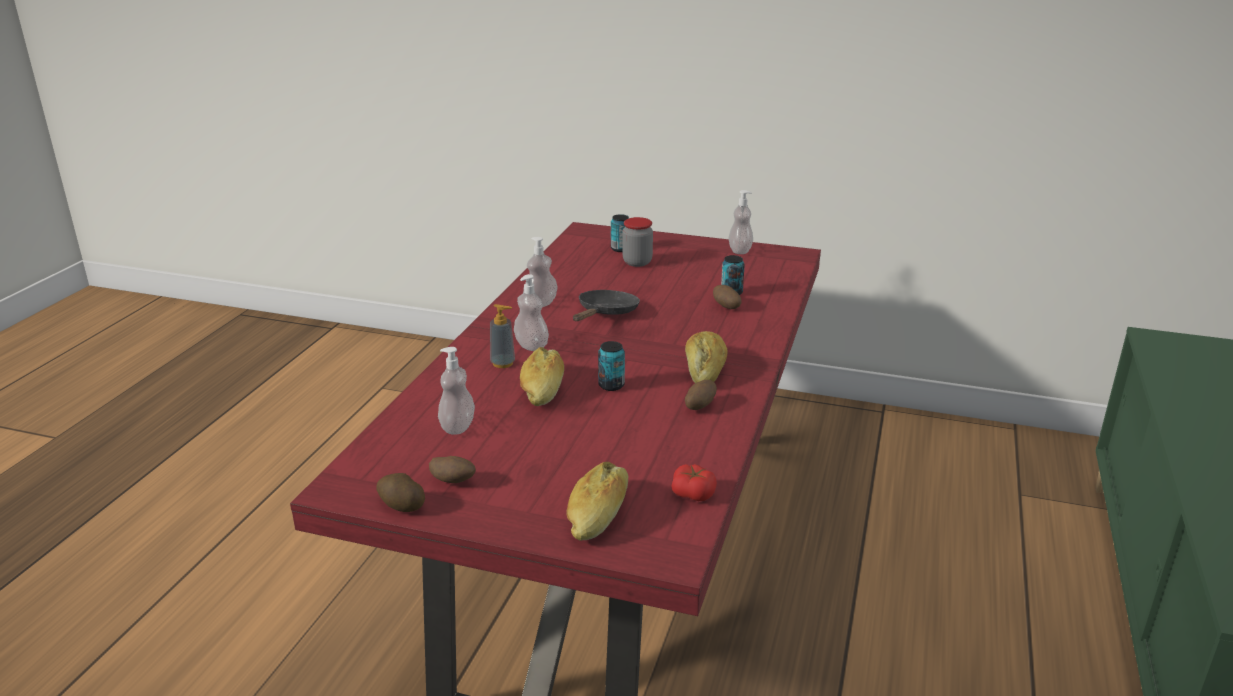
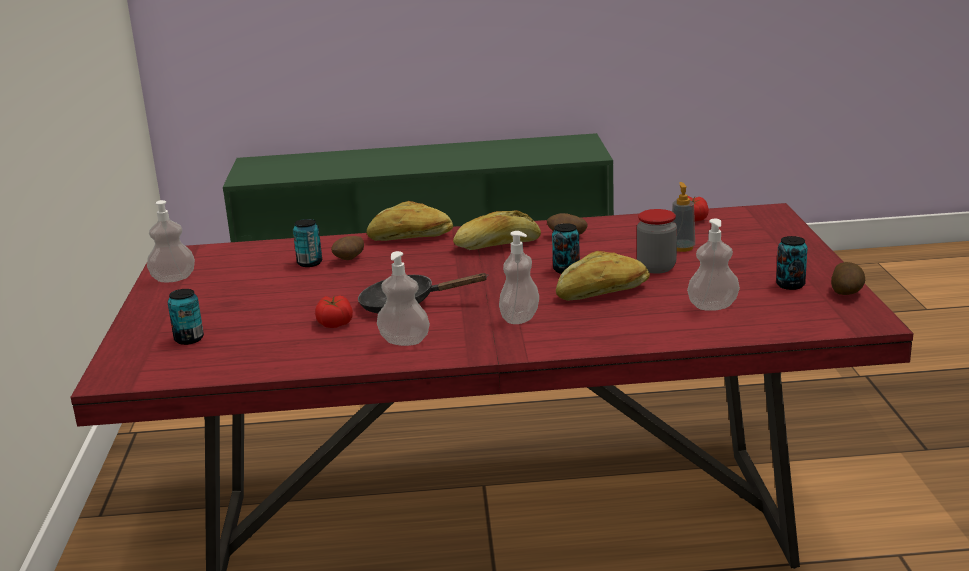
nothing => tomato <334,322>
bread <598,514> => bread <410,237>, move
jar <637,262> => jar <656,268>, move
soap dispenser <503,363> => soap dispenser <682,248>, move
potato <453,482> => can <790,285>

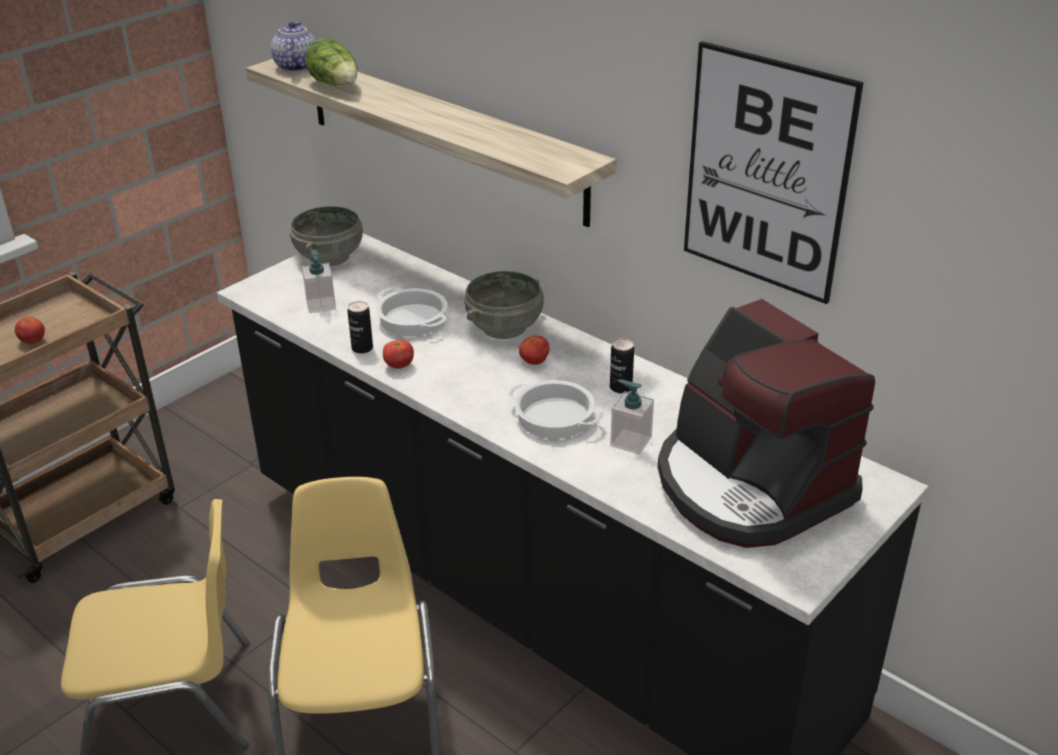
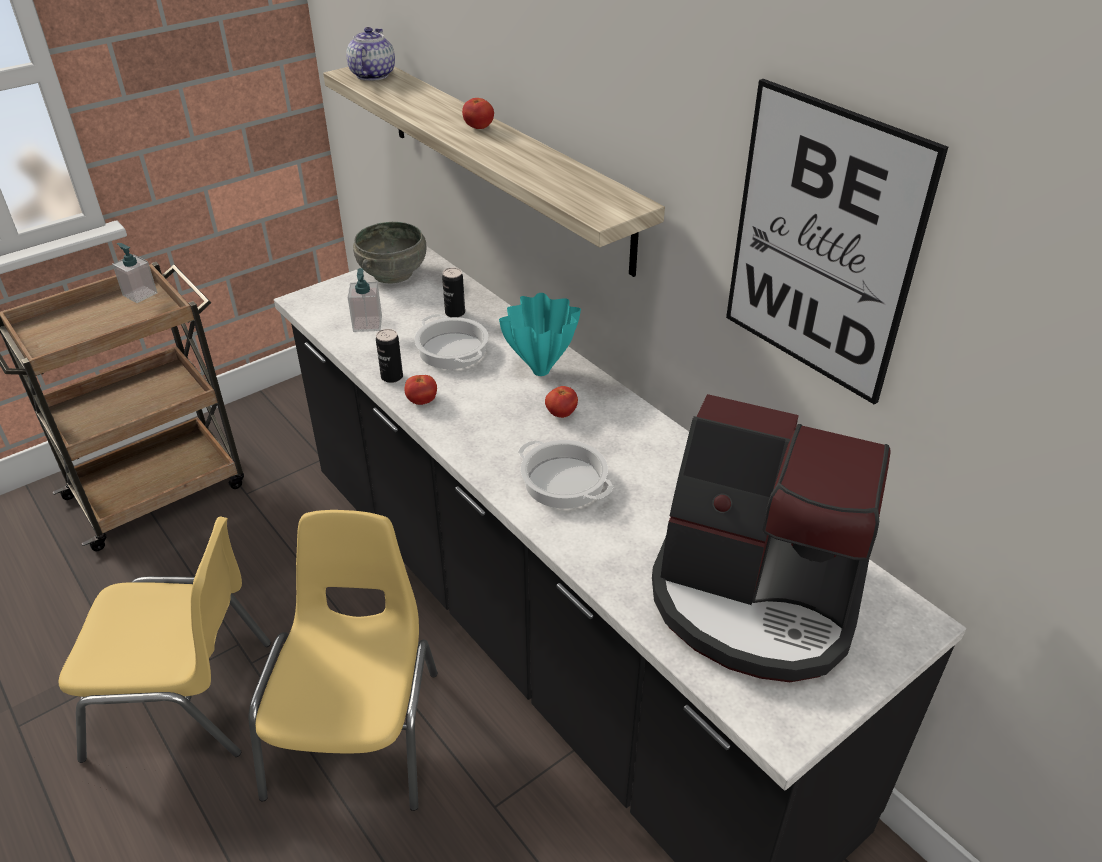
soap dispenser <630,441> => soap dispenser <140,294>, move
can <621,387> => can <455,313>, move
tomato <33,341> => tomato <478,127>, move
grey bowl <505,328> => turquoise vase <542,371>
coffee machine <749,485> => coffee machine <756,597>, 45 degrees counterclockwise
lettuce <336,85> => nothing

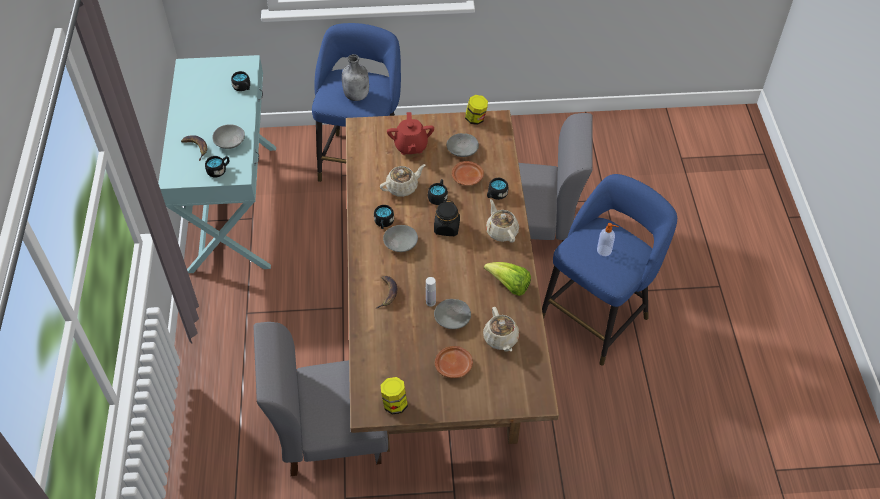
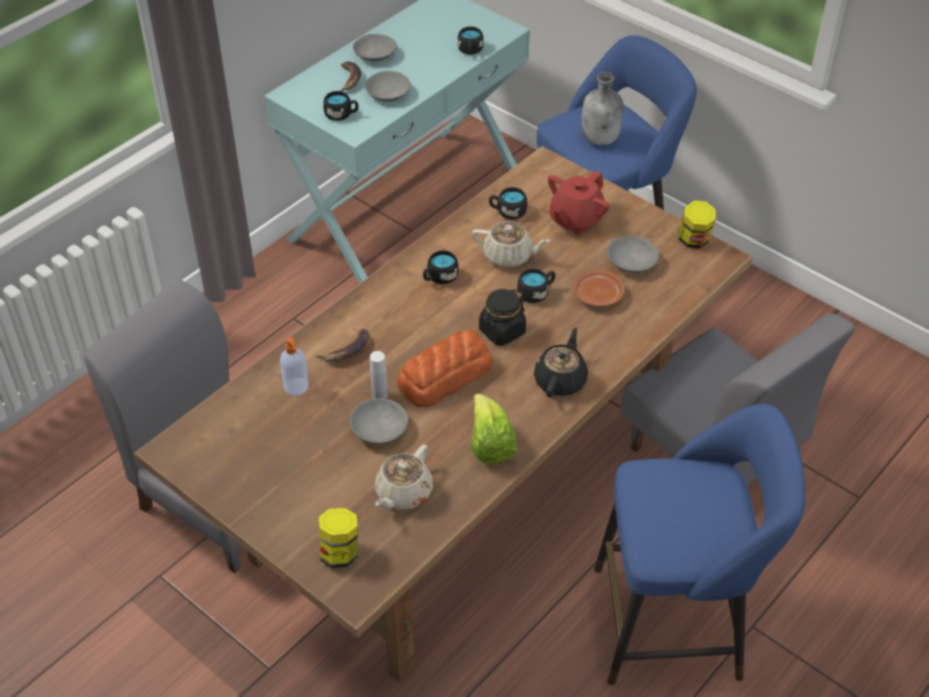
soap dispenser <604,250> => soap dispenser <296,387>, move
jar <394,404> => jar <340,553>, move
grey bowl <400,243> => grey bowl <375,55>, move
nothing => bread <443,376>
black mug <496,195> => black mug <507,211>, move
beige teapot <501,231> => black teapot <560,380>
brown plate <454,365> => nothing

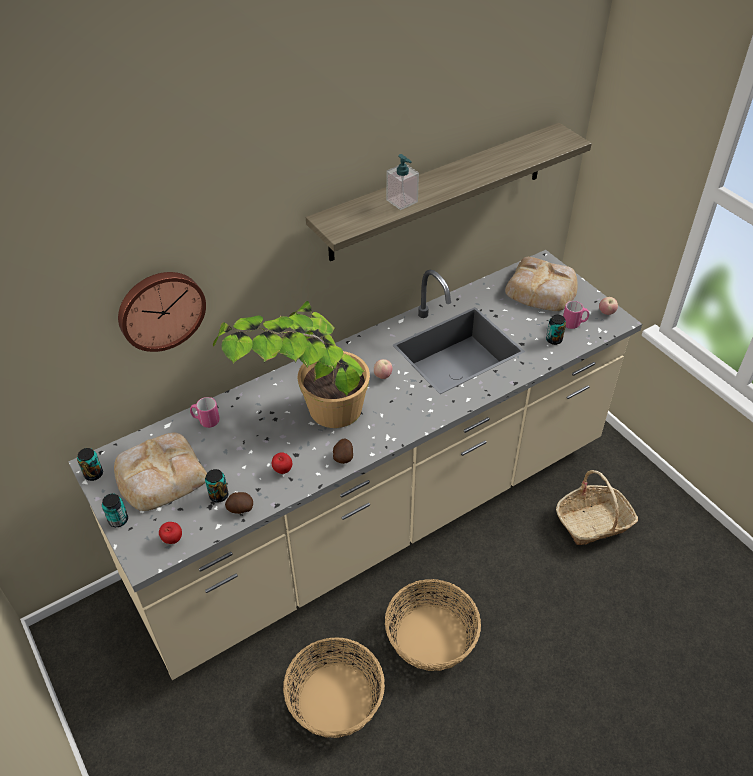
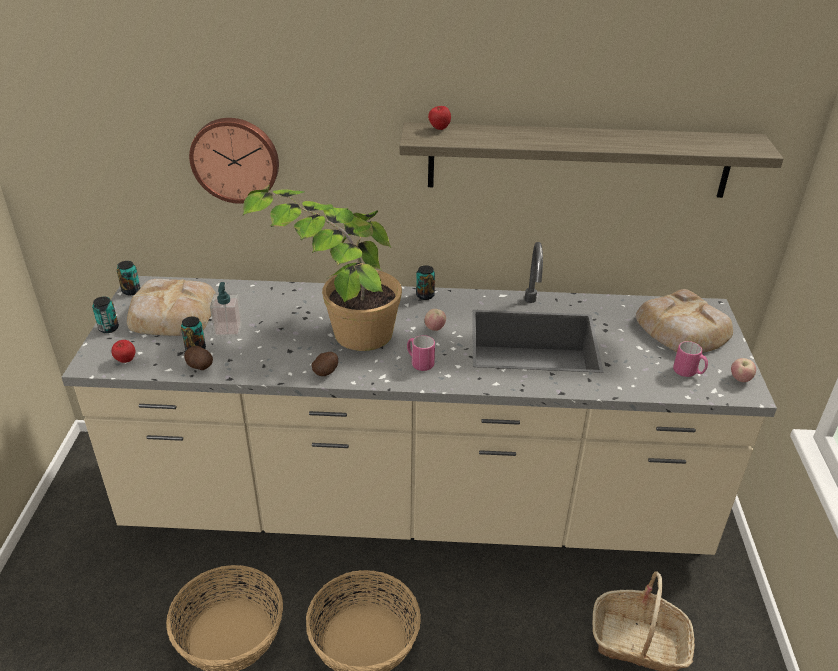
soap dispenser <402,201> => soap dispenser <228,329>, move
pink mug <206,421> => pink mug <419,363>, move
can <554,340> => can <425,295>, move
apple <282,470> => apple <439,129>, move

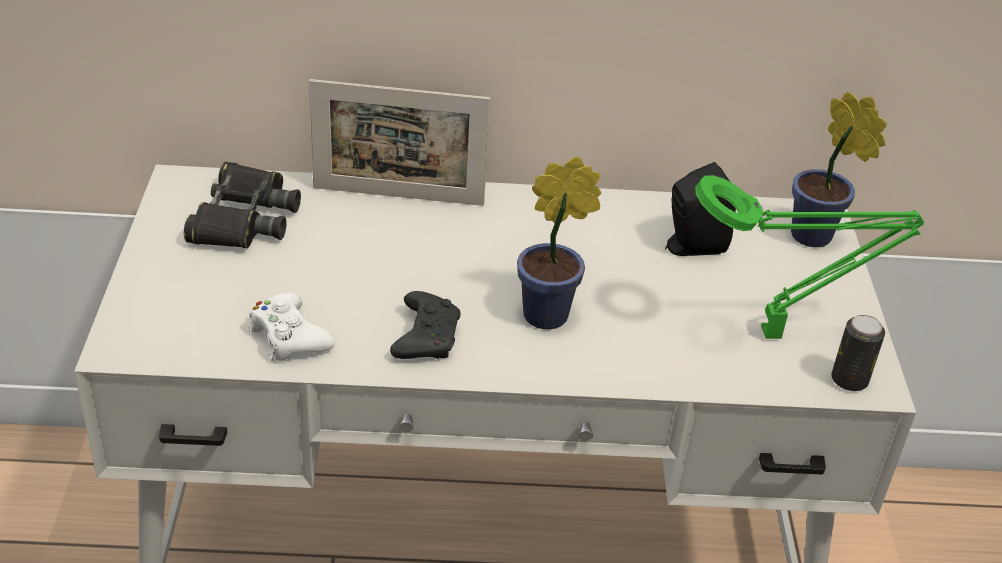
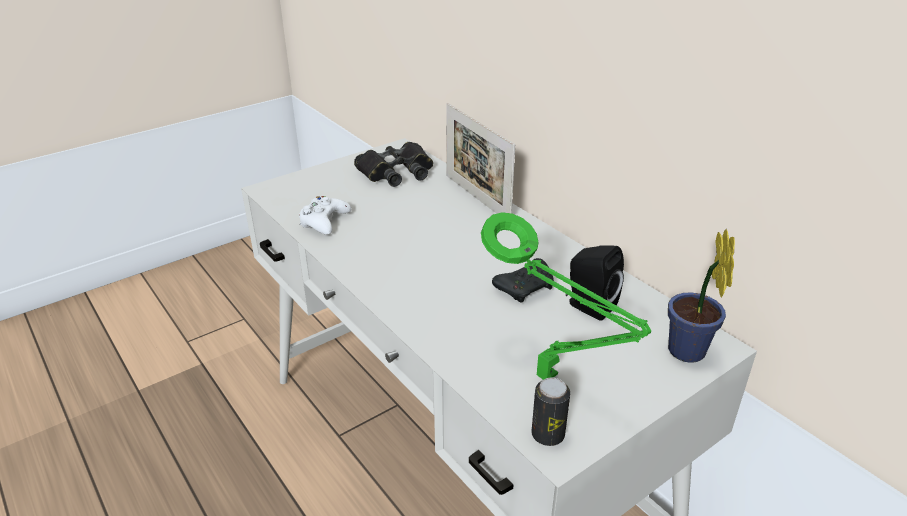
black game controller <426,337> => black game controller <526,288>, move
potted plant <552,315> => nothing

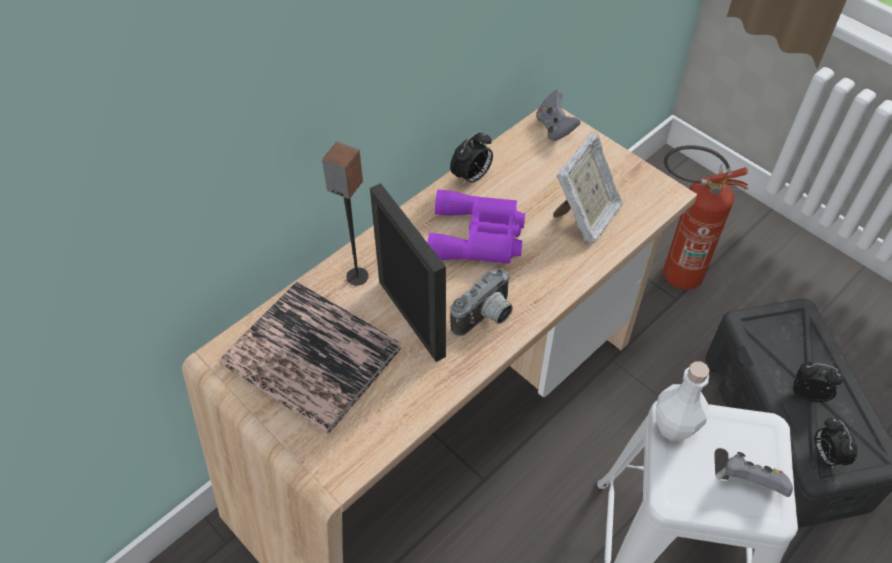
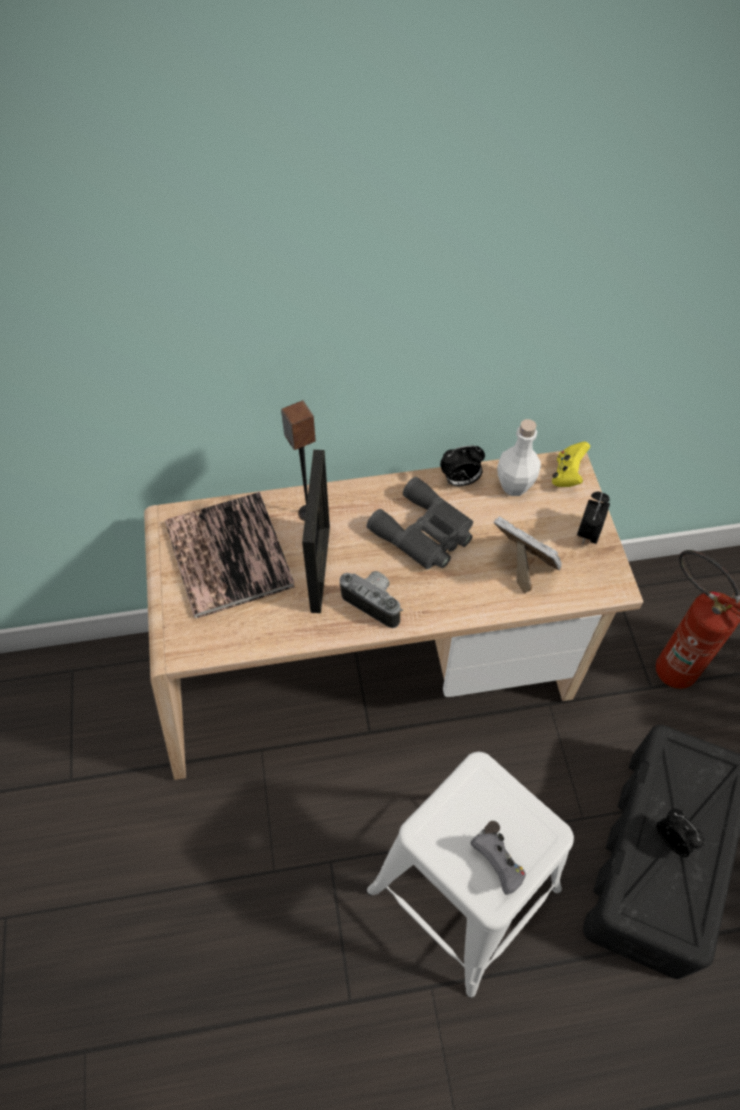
photo camera <486,318> => photo camera <375,602>, 135 degrees counterclockwise
purple binoculars <479,236> => grey binoculars <424,533>
picture frame <585,218> => picture frame <524,567>, 120 degrees counterclockwise
white bottle <673,427> => white bottle <514,486>, move
grey game controller <555,128> => yellow game controller <567,475>
alarm clock <826,455> => alarm clock <588,533>, move

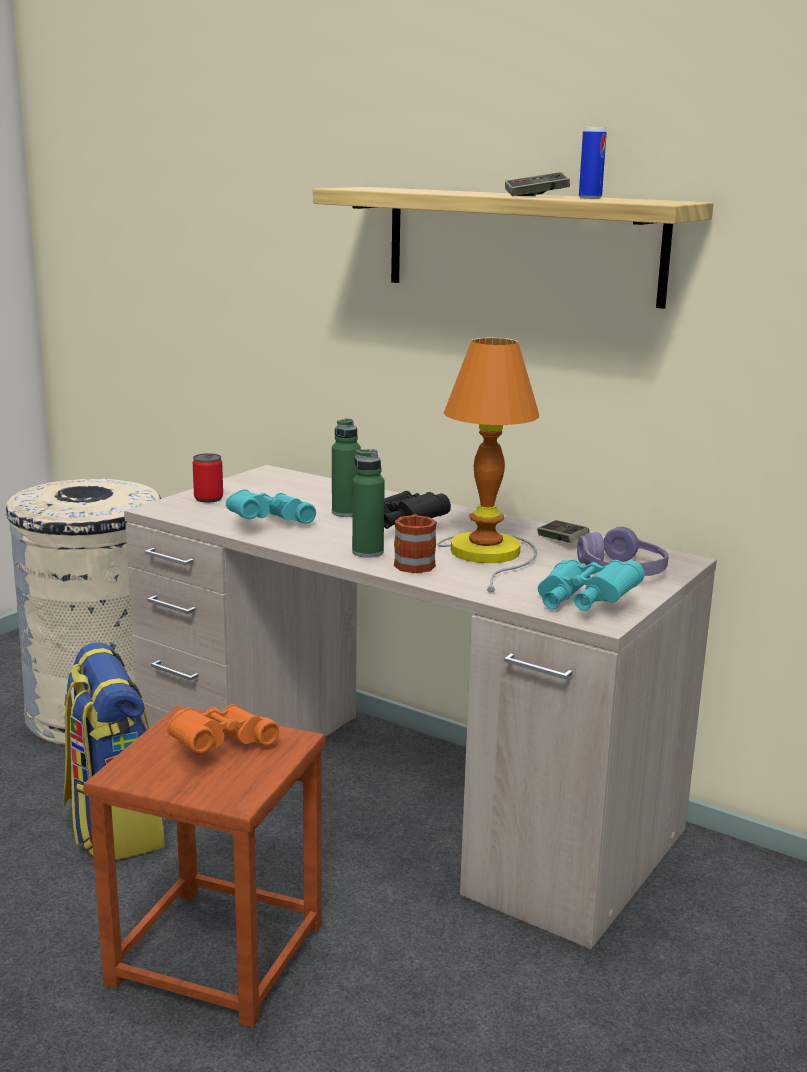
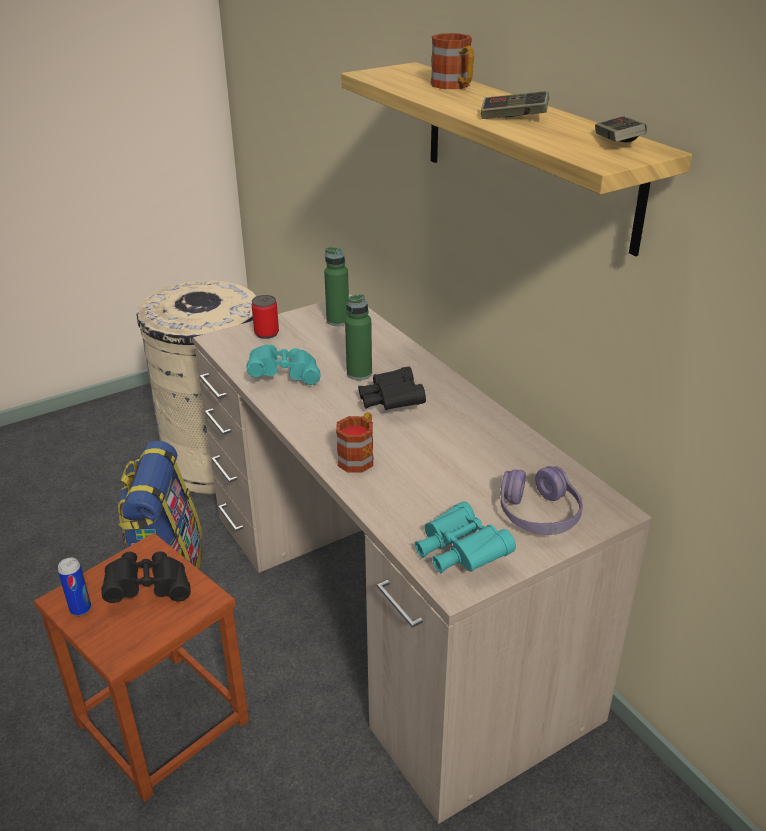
can <590,198> => can <80,609>, move
orange binoculars <218,746> => black binoculars <149,589>
green bottle <367,552> => green bottle <338,321>, move
nothing => mug <454,86>
game controller <562,541> => game controller <617,142>, move
table lamp <489,554> => nothing

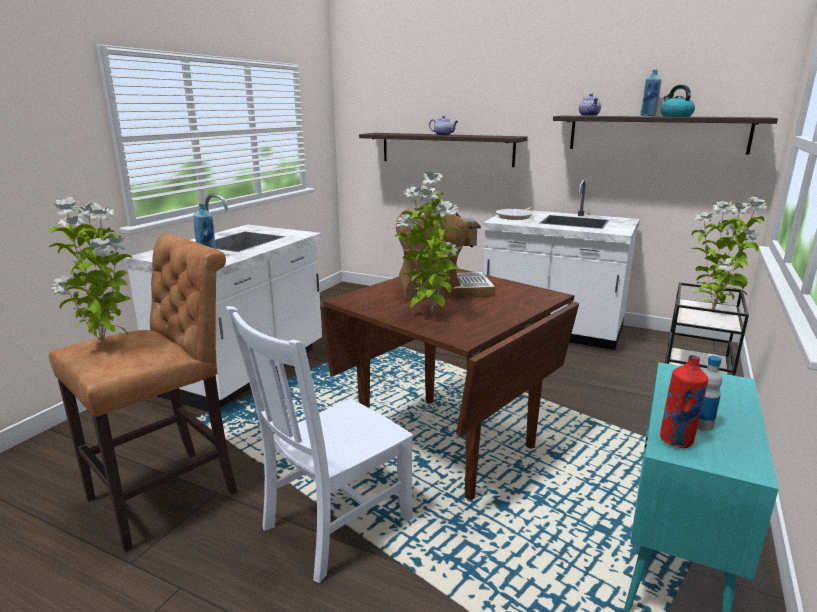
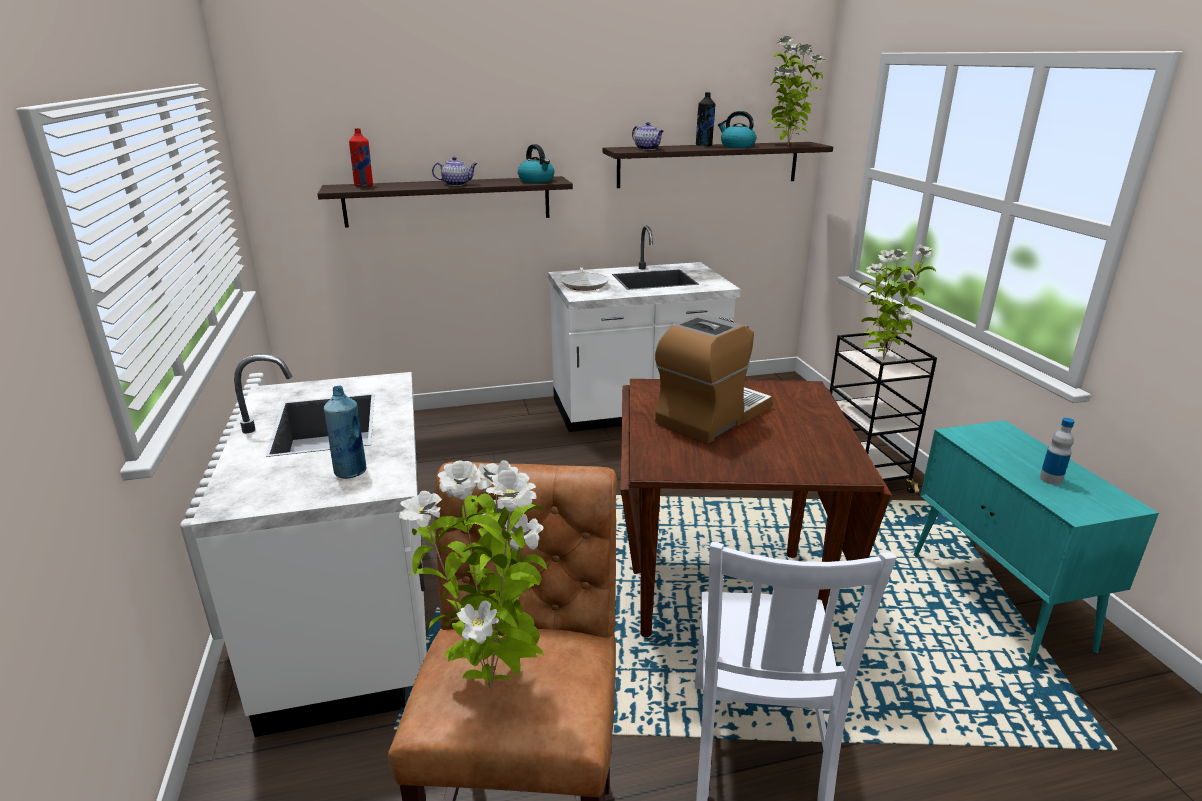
red bottle <676,441> => red bottle <364,186>, move
nothing => kettle <537,180>
blue bottle <648,116> => black bottle <704,145>
potted plant <429,314> => potted plant <787,145>, move

